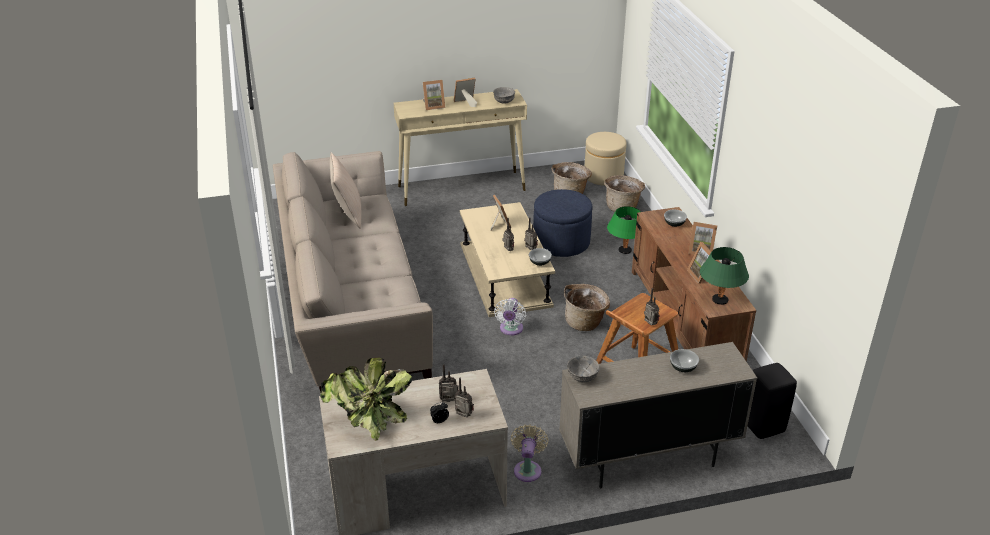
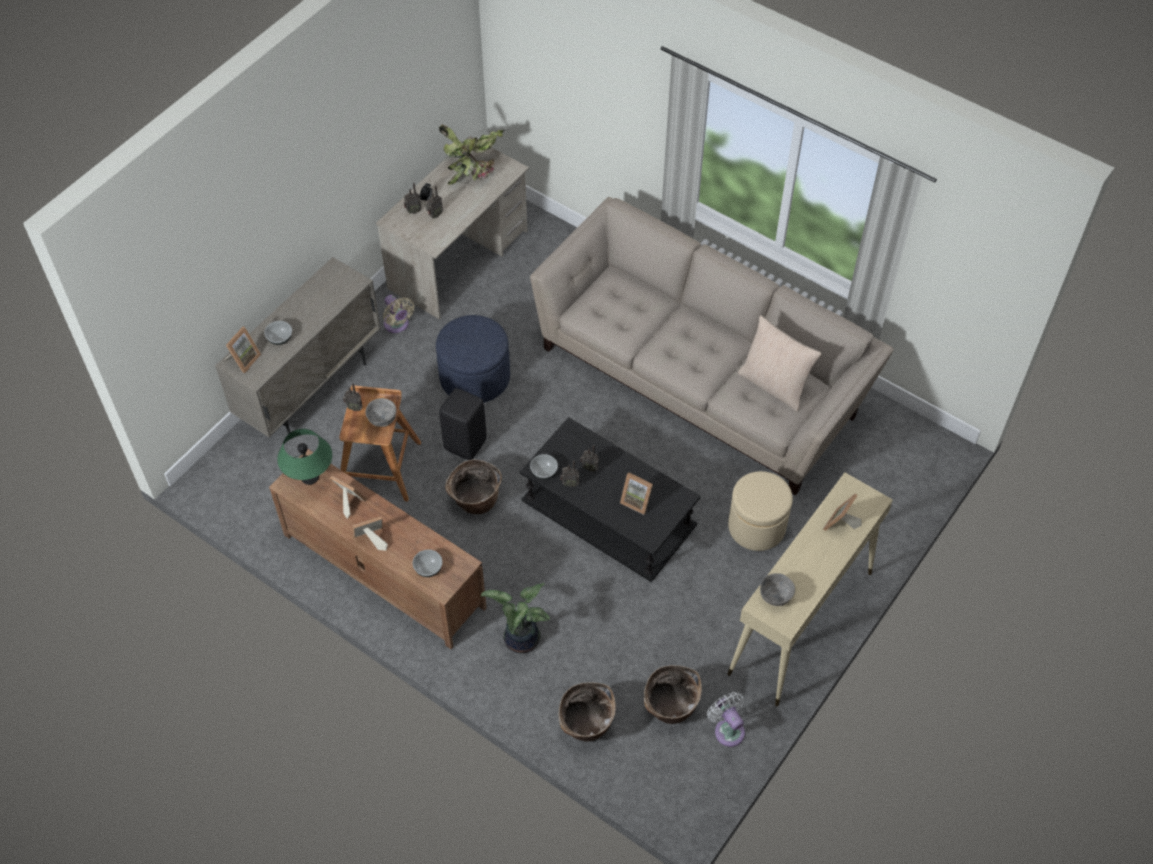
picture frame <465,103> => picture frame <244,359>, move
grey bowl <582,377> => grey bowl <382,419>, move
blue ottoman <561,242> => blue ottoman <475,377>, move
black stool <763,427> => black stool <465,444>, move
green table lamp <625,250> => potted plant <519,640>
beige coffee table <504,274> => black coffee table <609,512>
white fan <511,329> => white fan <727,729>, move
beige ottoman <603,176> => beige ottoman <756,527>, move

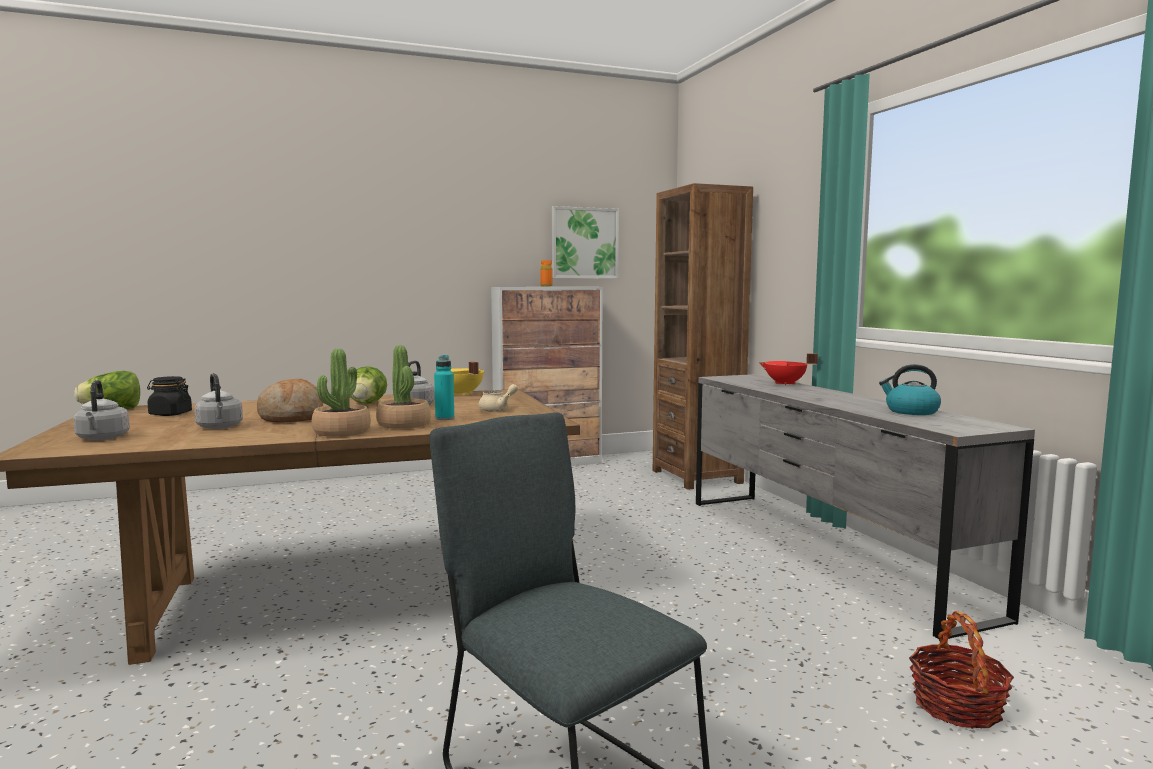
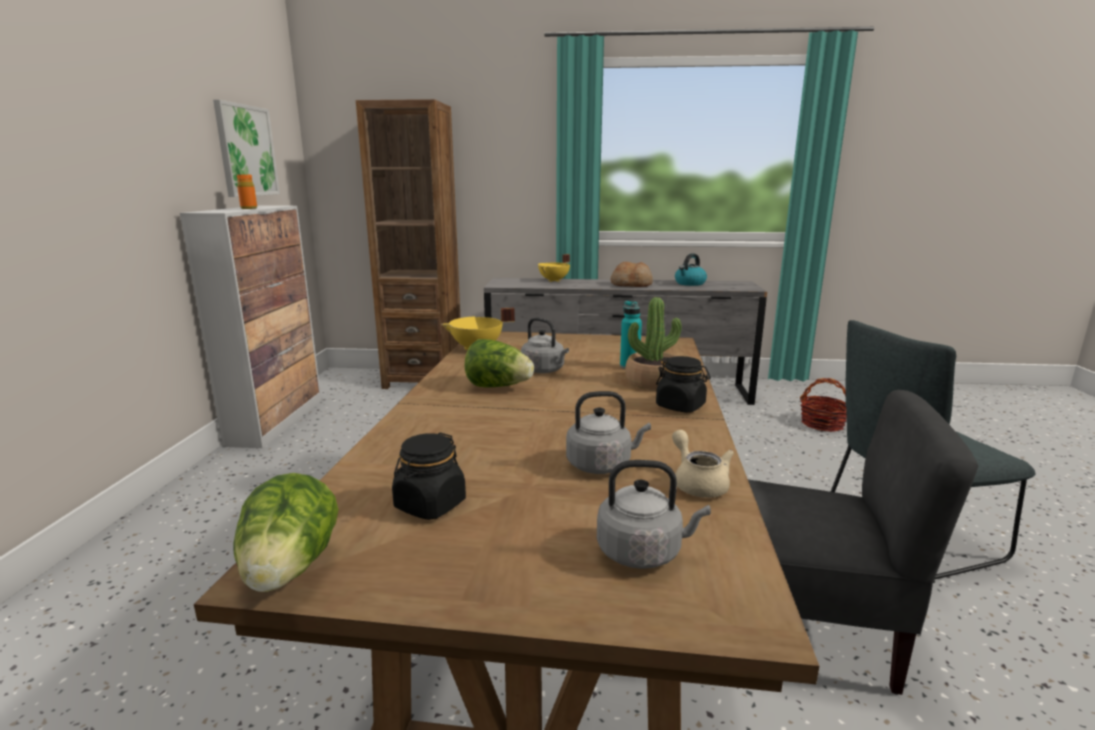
red cooking pot <785,384> => yellow cooking pot <554,280>
bread <292,417> => bread <632,284>, move
potted plant <341,432> => black jar <680,406>
beige teapot <498,409> => beige teapot <698,483>, move
nothing => grey chair <808,631>

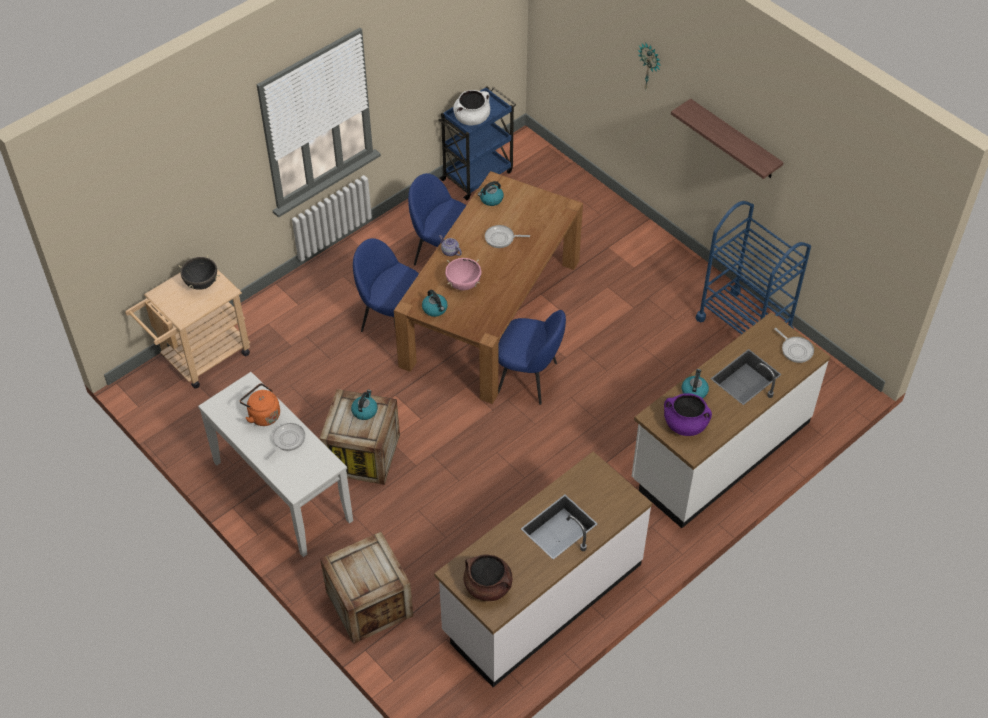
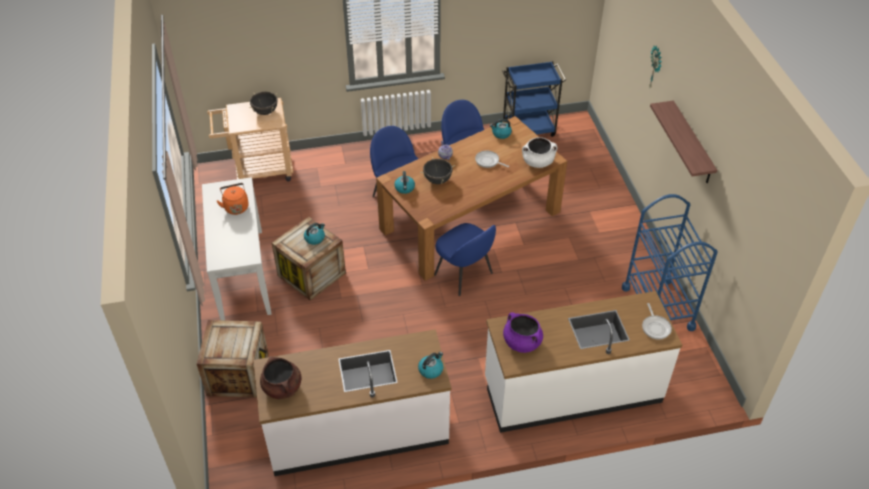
kettle <694,391> => kettle <431,369>, move
pink cooking pot <463,284> => black cooking pot <437,180>
white cooking pot <472,118> => white cooking pot <538,162>, move
frying pan <287,440> => nothing

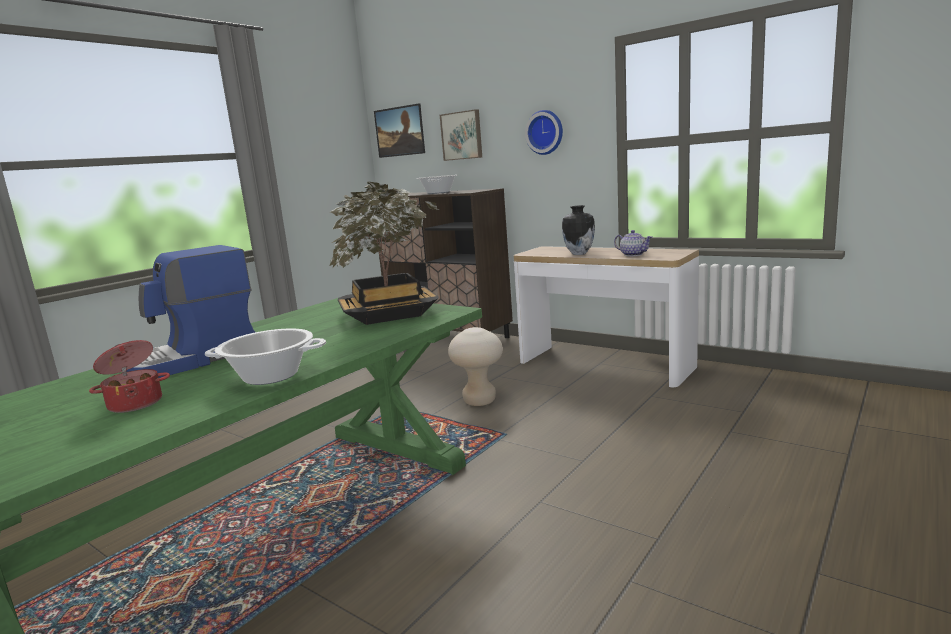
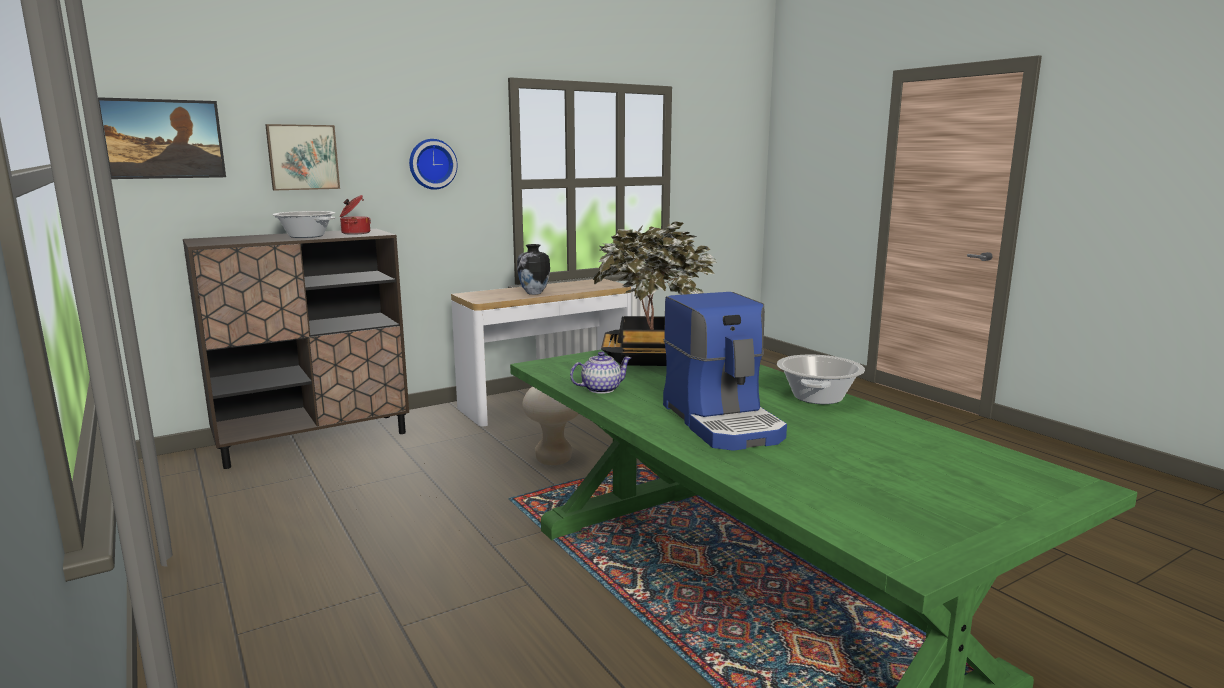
cooking pot <135,403> => cooking pot <355,233>, move
teapot <633,254> => teapot <600,389>, move

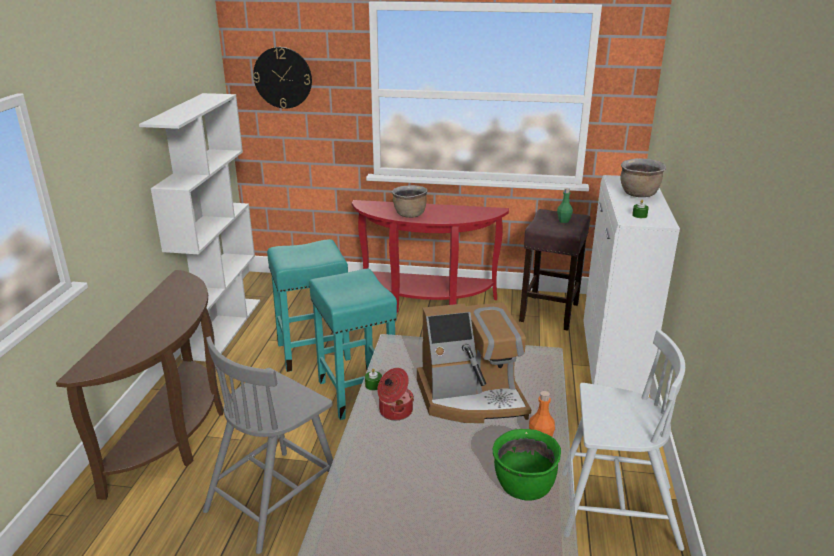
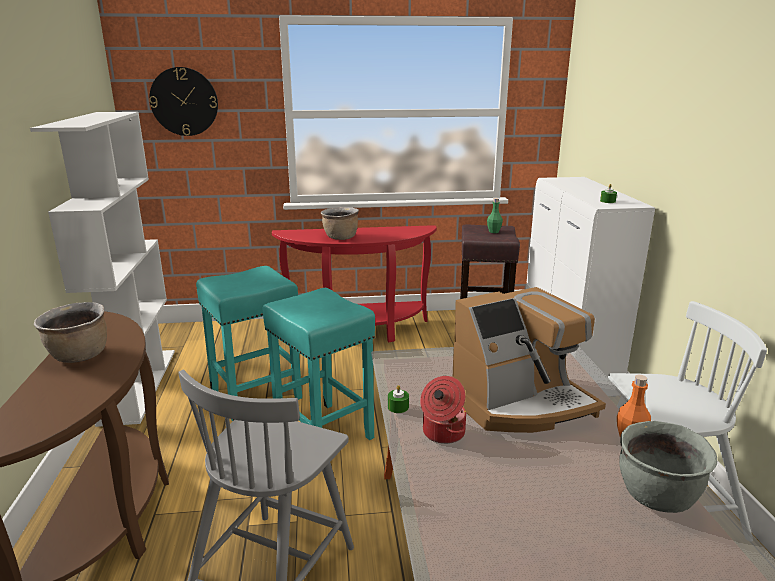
brown cooking pot <639,194> => brown cooking pot <79,356>, move
green cooking pot <523,488> => grey cooking pot <657,497>

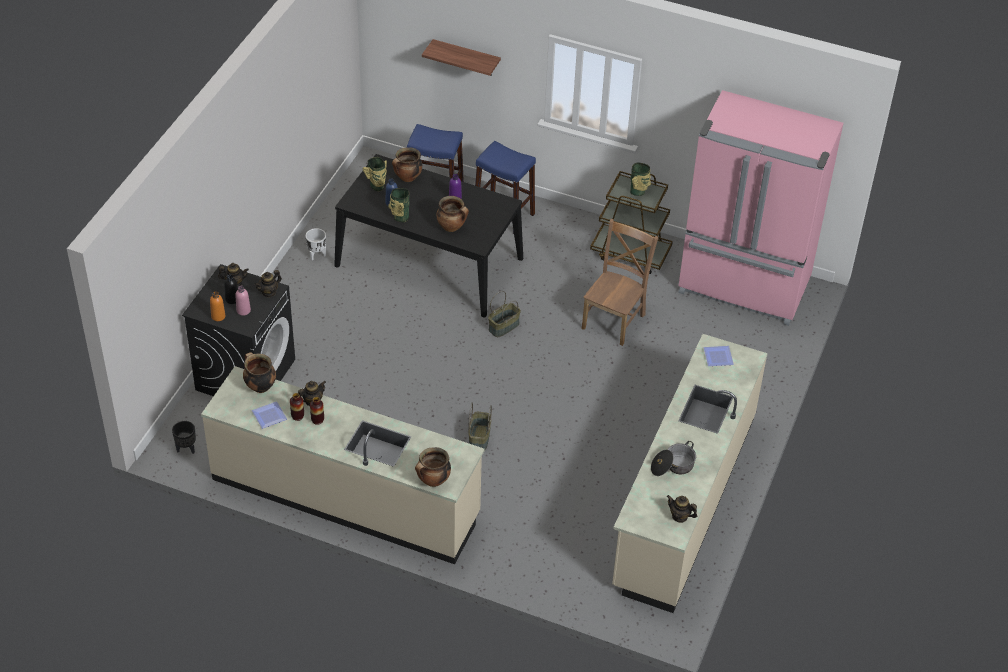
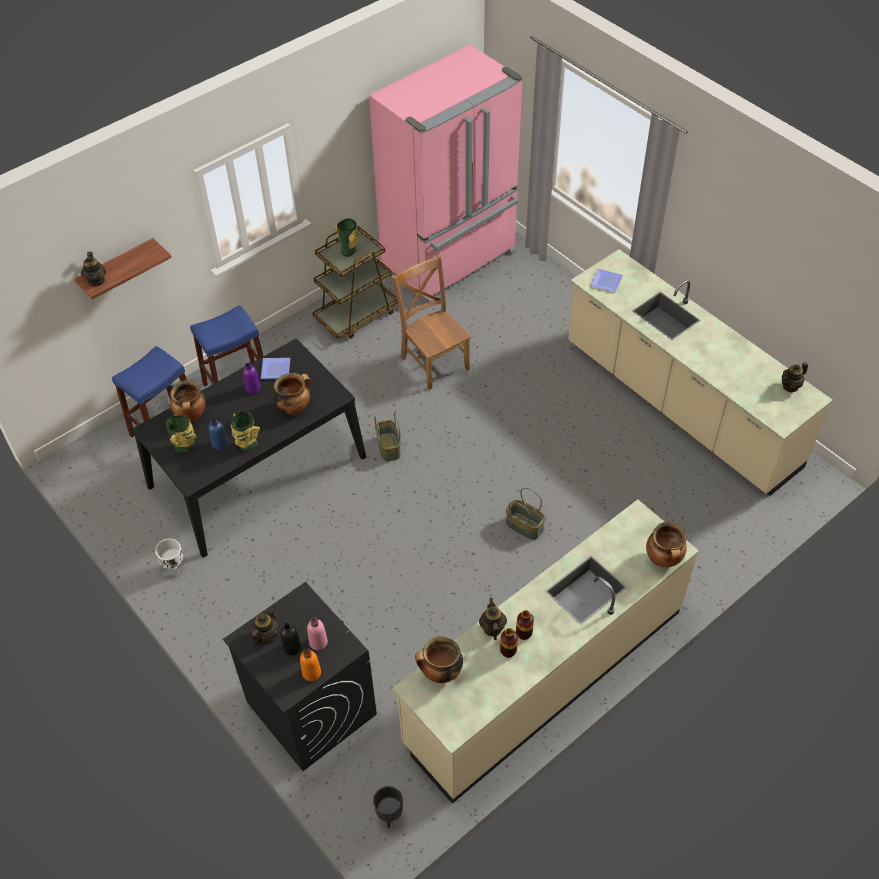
teapot <269,292> => teapot <96,280>, move
plate <268,416> => plate <274,370>, move
cooking pot <672,466> => nothing

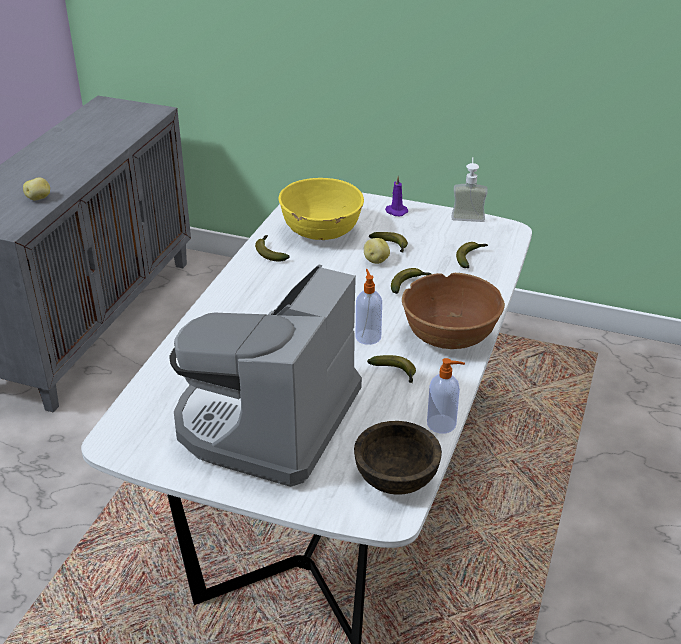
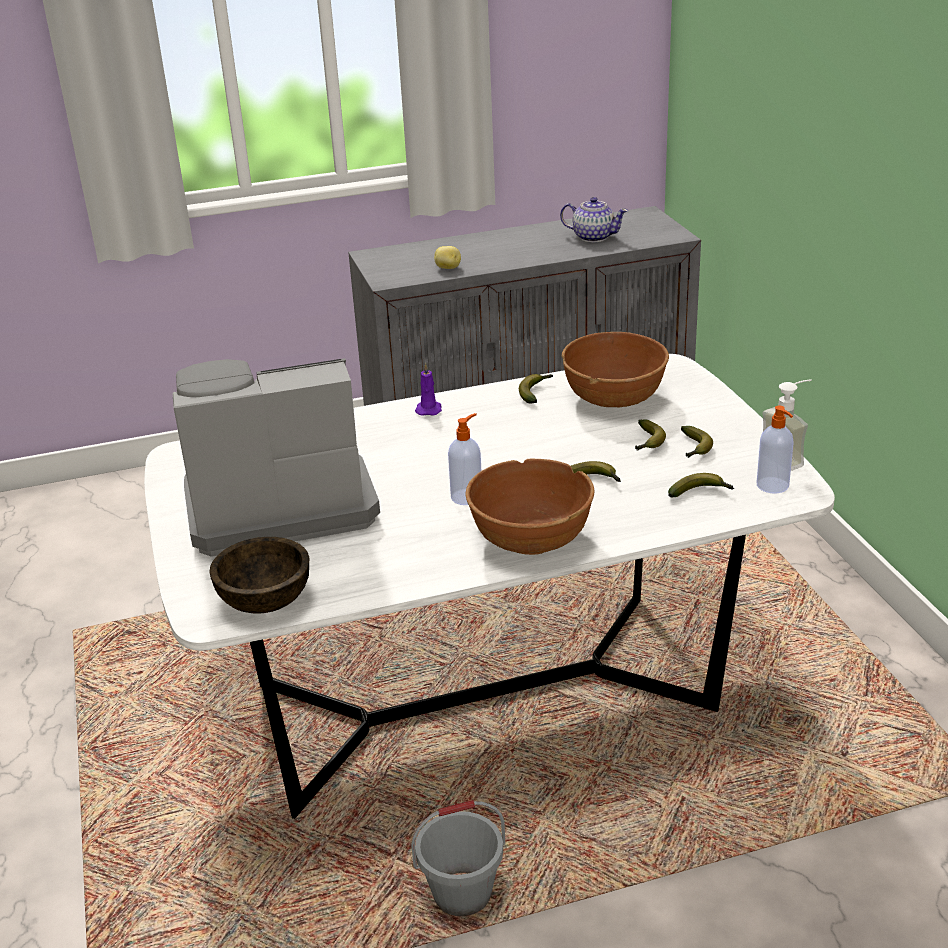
nothing => grey bucket <462,895>
purple candle <395,211> => purple candle <429,409>, move
nothing => teapot <593,237>
yellow bowl <321,231> => brown bowl <614,398>
banana <395,373> => banana <694,449>, move
soap dispenser <442,424> => soap dispenser <773,486>, move
potato <375,260> => nothing

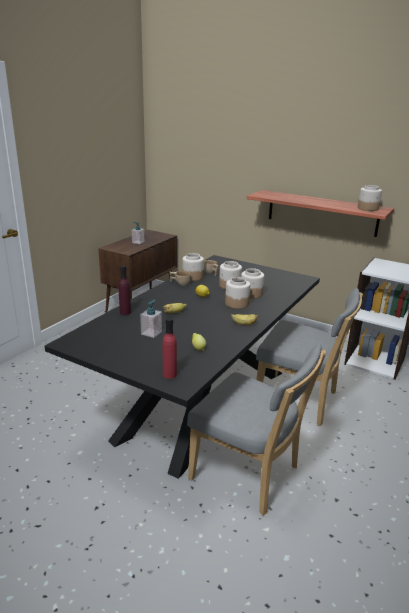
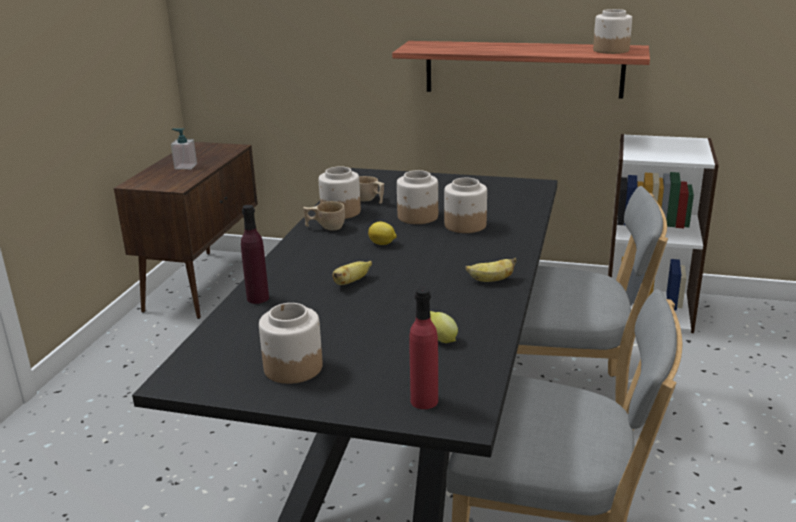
jar <236,303> => jar <293,367>, move
soap dispenser <151,333> => nothing

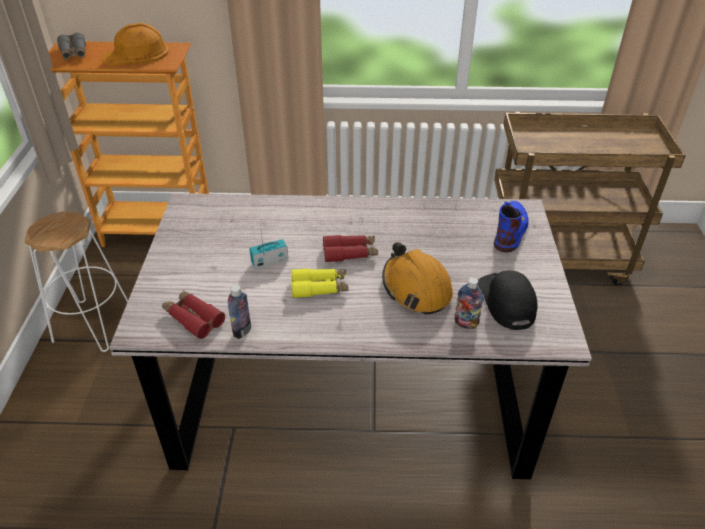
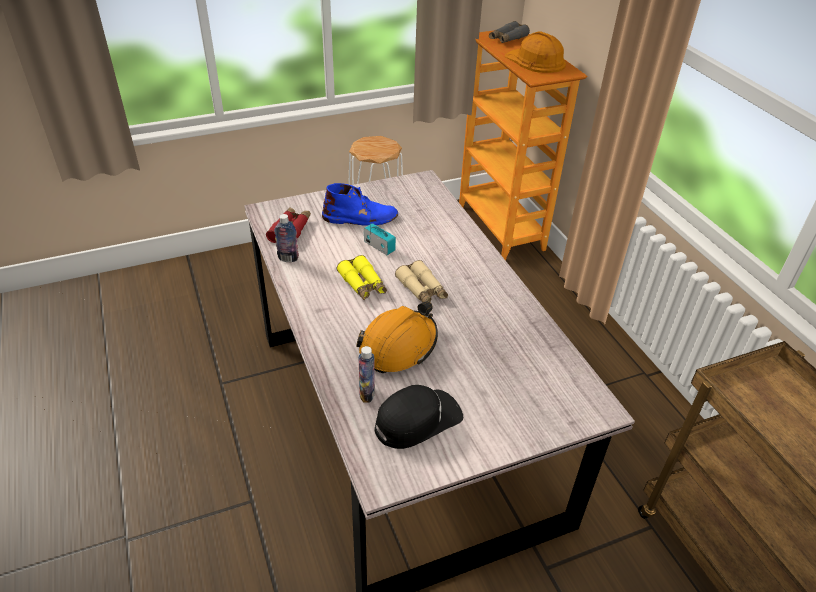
blue boot <510,229> => blue boot <360,218>, move
red binoculars <350,253> => beige binoculars <422,289>

